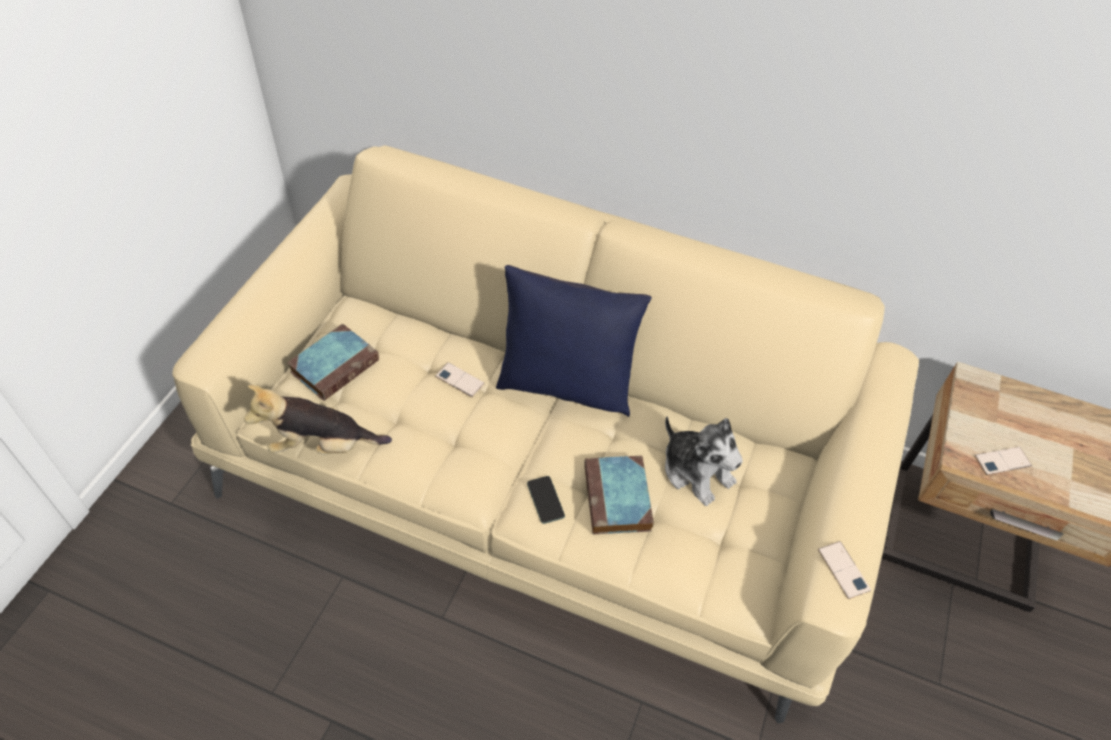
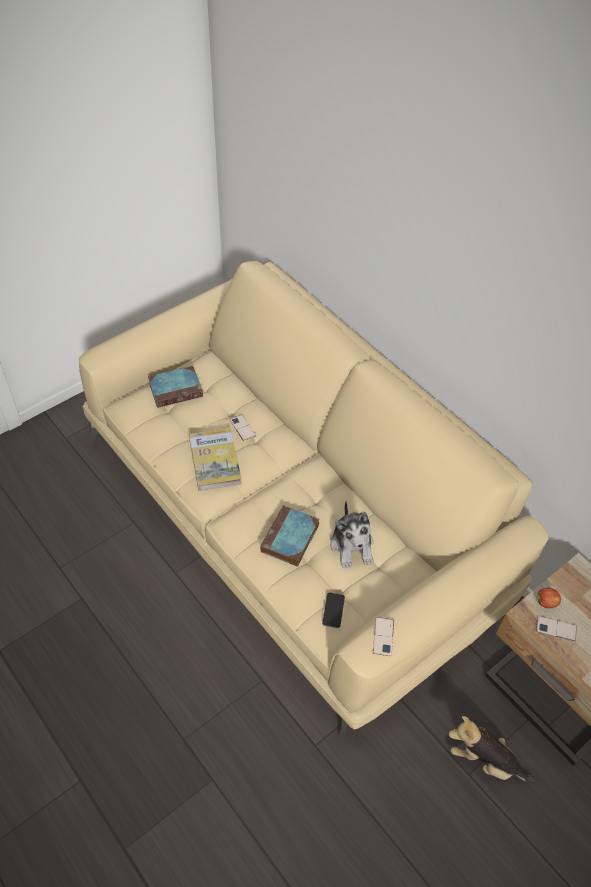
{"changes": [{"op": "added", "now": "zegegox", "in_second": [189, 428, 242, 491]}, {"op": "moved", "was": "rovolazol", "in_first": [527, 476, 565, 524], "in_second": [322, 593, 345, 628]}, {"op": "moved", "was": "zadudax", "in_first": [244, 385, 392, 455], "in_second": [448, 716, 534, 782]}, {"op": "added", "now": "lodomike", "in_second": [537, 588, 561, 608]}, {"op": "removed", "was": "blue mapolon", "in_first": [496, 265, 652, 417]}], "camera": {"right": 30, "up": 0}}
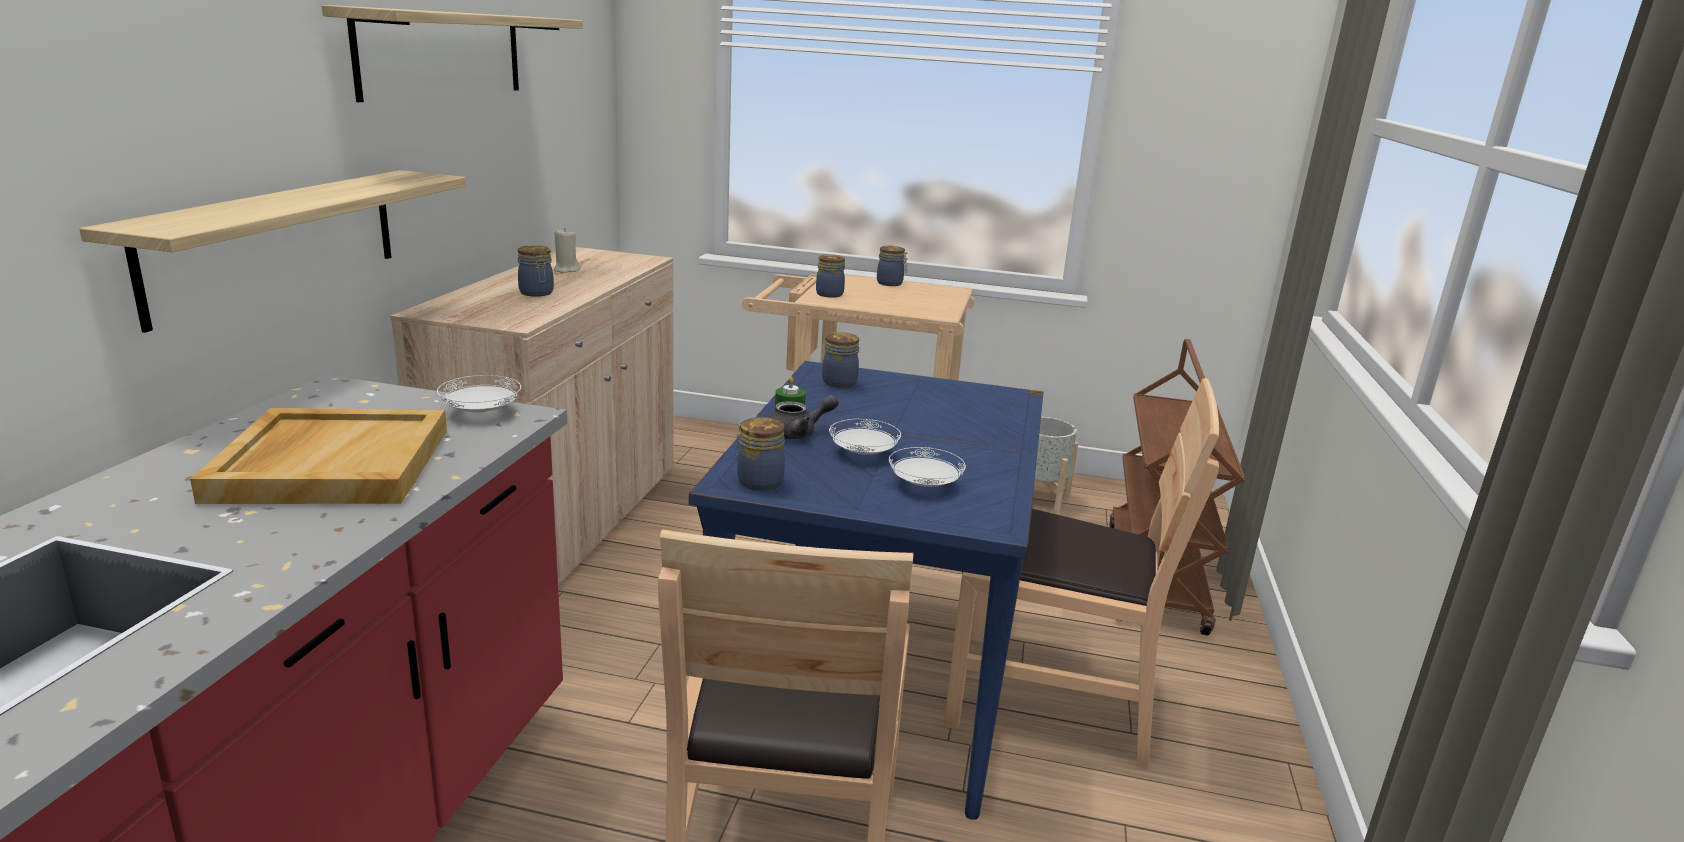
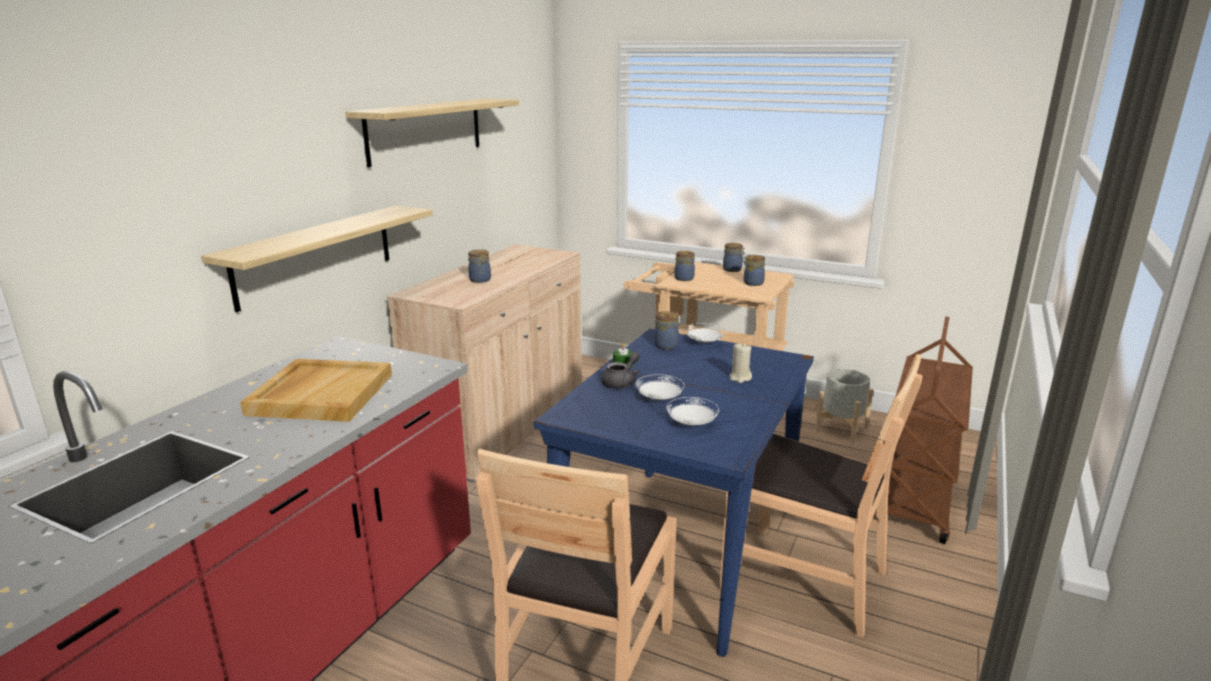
{"changes": [{"op": "turned", "was": "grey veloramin", "in_first": [769, 395, 839, 439], "in_second": [601, 352, 640, 389], "clockwise": -45}, {"op": "moved", "was": "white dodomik", "in_first": [437, 375, 521, 413], "in_second": [685, 323, 726, 343]}, {"op": "moved", "was": "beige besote", "in_first": [554, 228, 580, 273], "in_second": [730, 344, 752, 383]}, {"op": "moved", "was": "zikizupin", "in_first": [735, 417, 785, 491], "in_second": [743, 255, 765, 286]}], "camera": {"right": 15, "up": 0}}
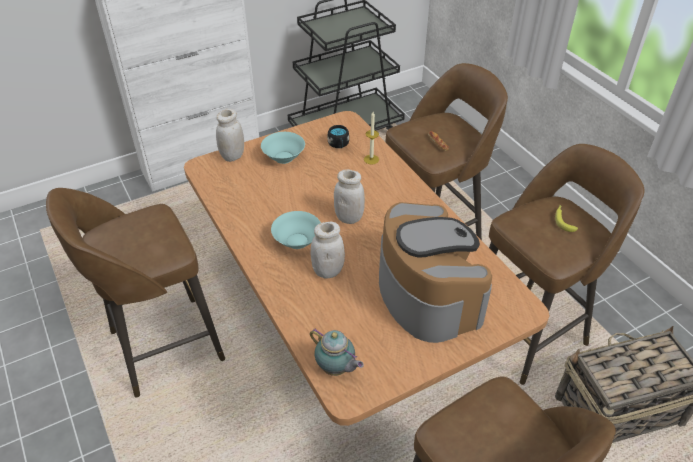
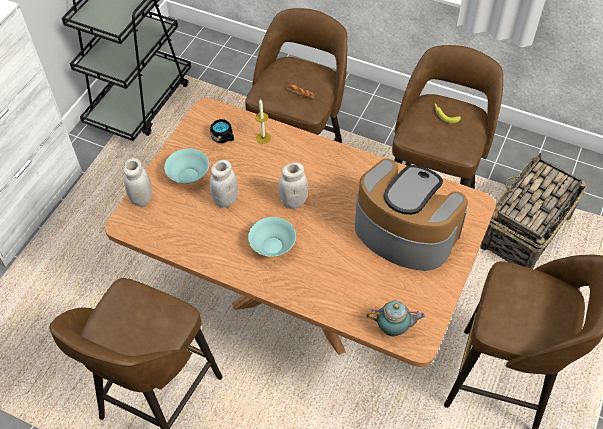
{"changes": [{"op": "moved", "was": "white zikizupin", "in_first": [310, 222, 345, 278], "in_second": [209, 160, 238, 208]}], "camera": {"right": -35, "up": 10}}
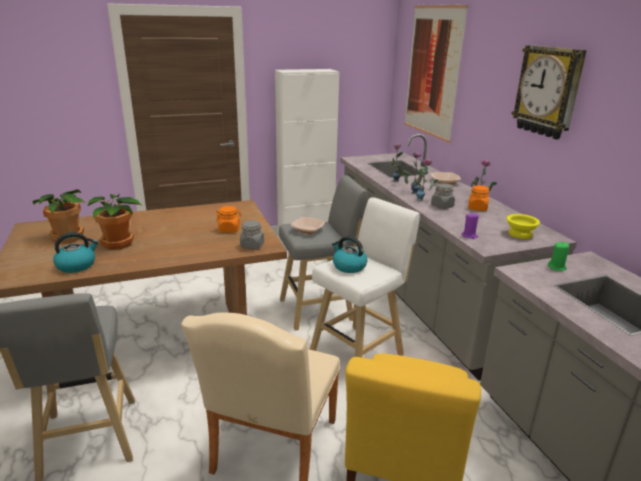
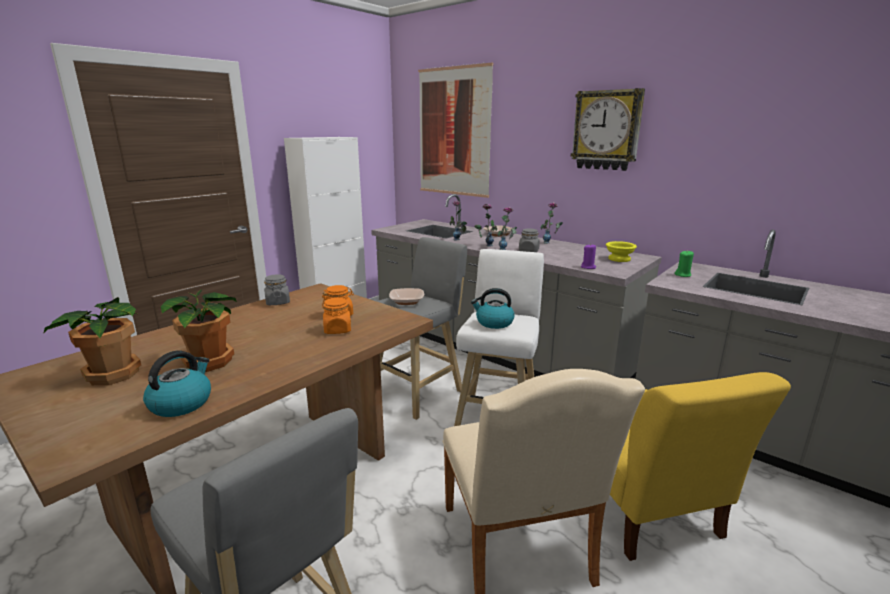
{"changes": [{"op": "moved", "was": "grey zikizupin", "in_first": [240, 220, 264, 249], "in_second": [264, 274, 290, 305]}, {"op": "moved", "was": "orange zikizupin", "in_first": [468, 185, 489, 211], "in_second": [323, 297, 351, 334]}], "camera": {"right": -30, "up": -5}}
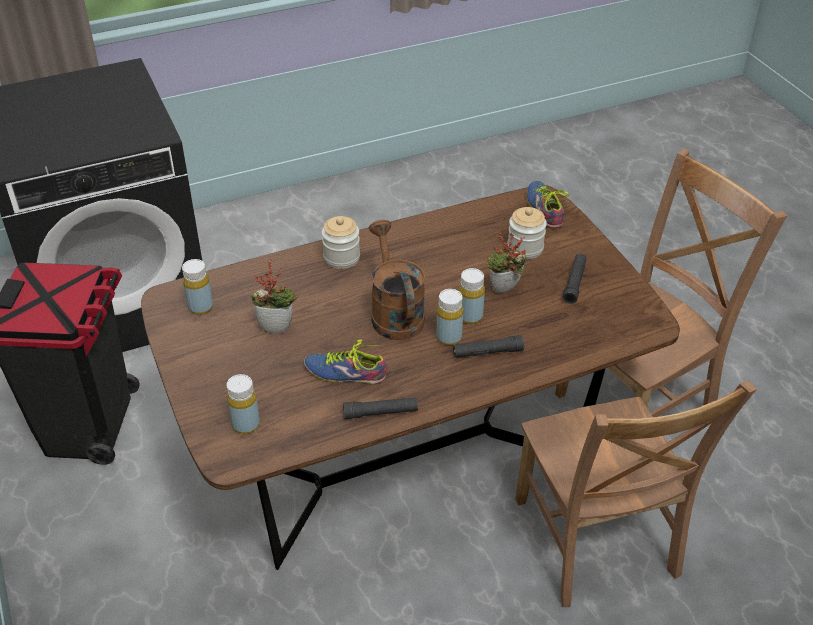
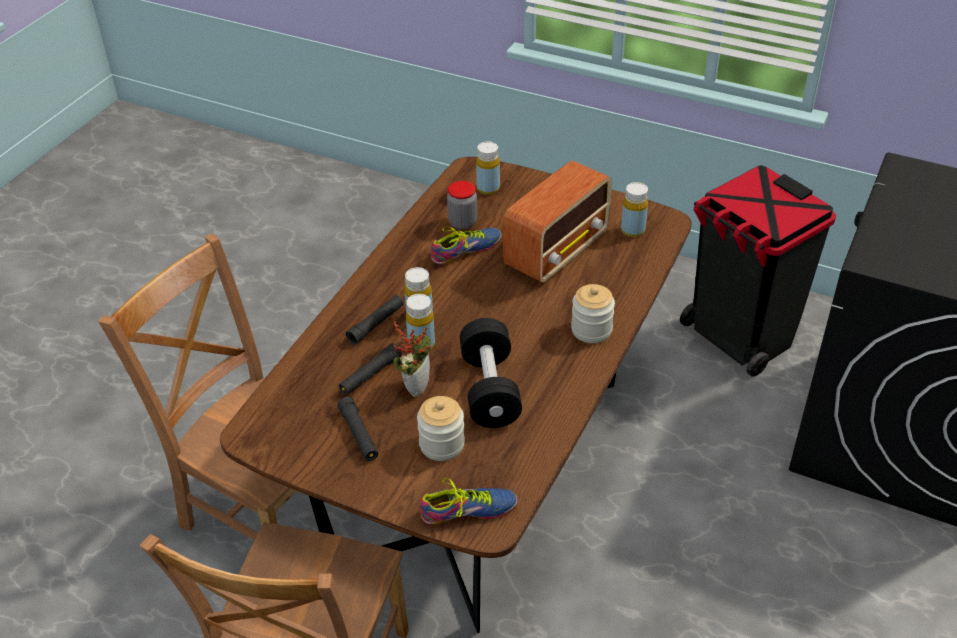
{"changes": [{"op": "moved", "was": "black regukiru", "in_first": [343, 398, 418, 419], "in_second": [339, 343, 402, 395]}, {"op": "turned", "was": "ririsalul", "in_first": [527, 181, 569, 228], "in_second": [419, 478, 518, 525], "clockwise": -45}, {"op": "added", "now": "zikizupin", "in_second": [447, 181, 477, 229]}, {"op": "added", "now": "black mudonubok", "in_second": [460, 318, 522, 428]}, {"op": "replaced", "was": "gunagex", "now": "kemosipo", "in_first": [251, 259, 297, 334], "in_second": [503, 161, 612, 283]}, {"op": "removed", "was": "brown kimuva", "in_first": [369, 220, 425, 340]}], "camera": {"right": 140, "up": 0}}
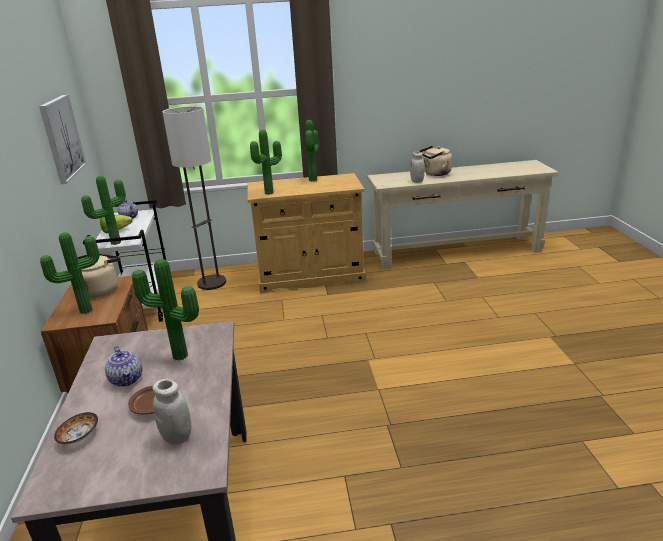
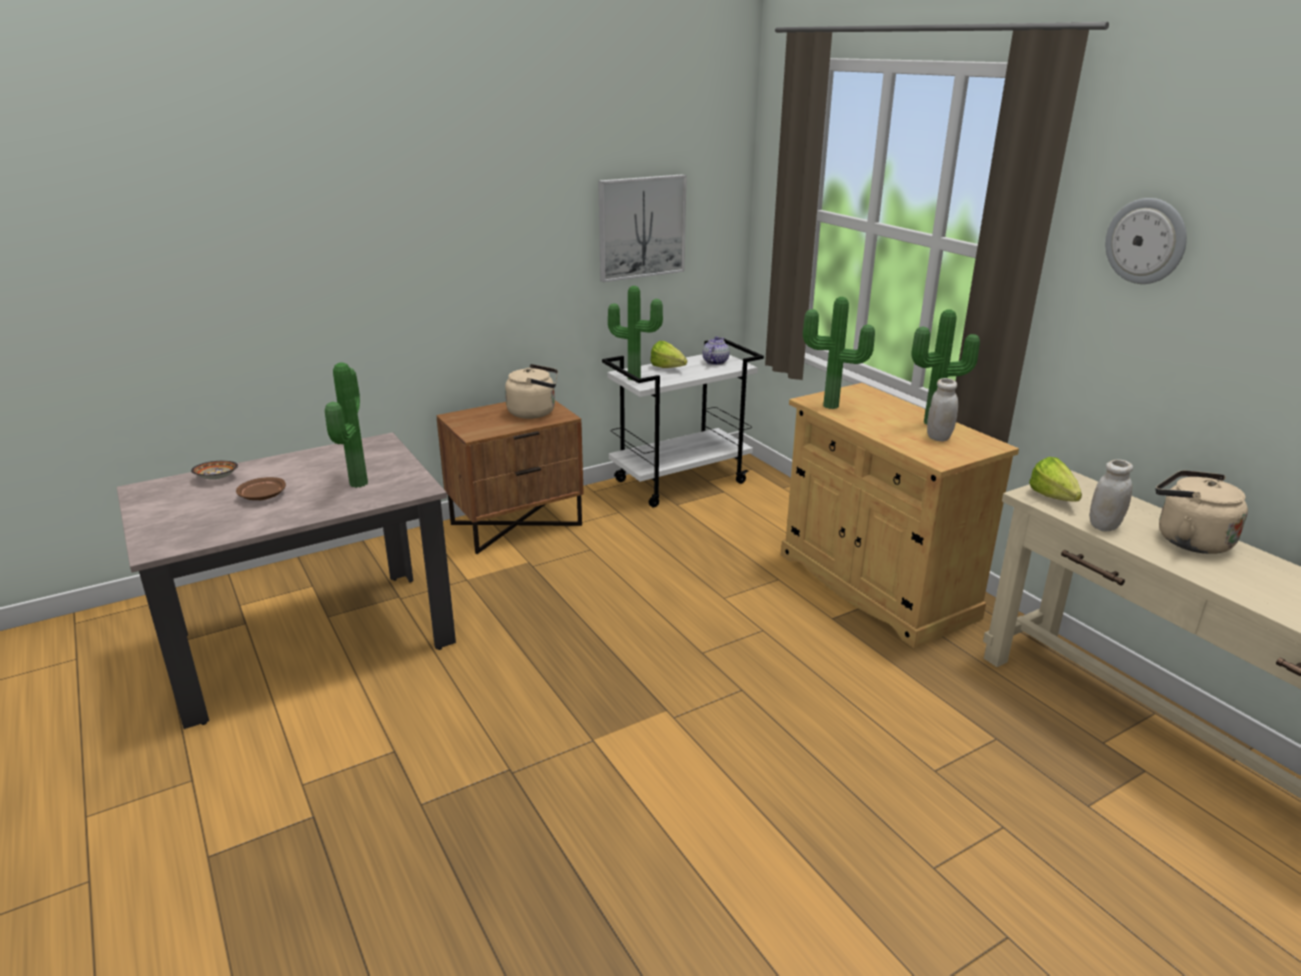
{"changes": [{"op": "moved", "was": "white zikizupin", "in_first": [152, 379, 192, 445], "in_second": [927, 378, 958, 442]}, {"op": "added", "now": "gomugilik", "in_second": [1029, 457, 1082, 502]}, {"op": "added", "now": "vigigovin", "in_second": [1105, 198, 1187, 284]}, {"op": "removed", "was": "gunagex", "in_first": [40, 232, 100, 314]}, {"op": "removed", "was": "veloramin", "in_first": [105, 346, 142, 387]}, {"op": "removed", "was": "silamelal", "in_first": [162, 106, 226, 290]}], "camera": {"right": 65, "up": 0}}
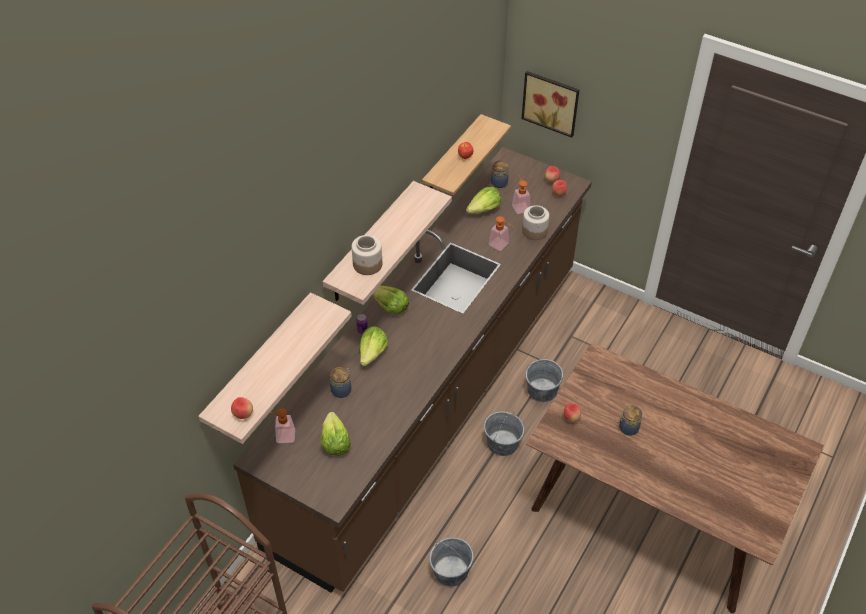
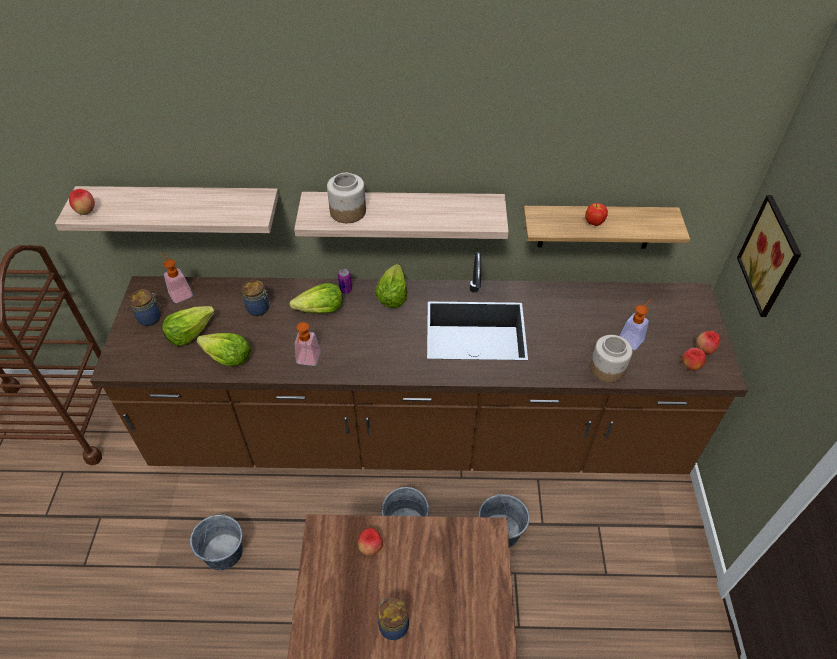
{"changes": [{"op": "moved", "was": "zikizupin", "in_first": [491, 160, 509, 188], "in_second": [129, 289, 161, 326]}, {"op": "moved", "was": "gomugilik", "in_first": [466, 187, 501, 214], "in_second": [197, 333, 251, 366]}, {"op": "moved", "was": "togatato", "in_first": [489, 216, 513, 251], "in_second": [295, 322, 321, 366]}], "camera": {"right": 60, "up": 0}}
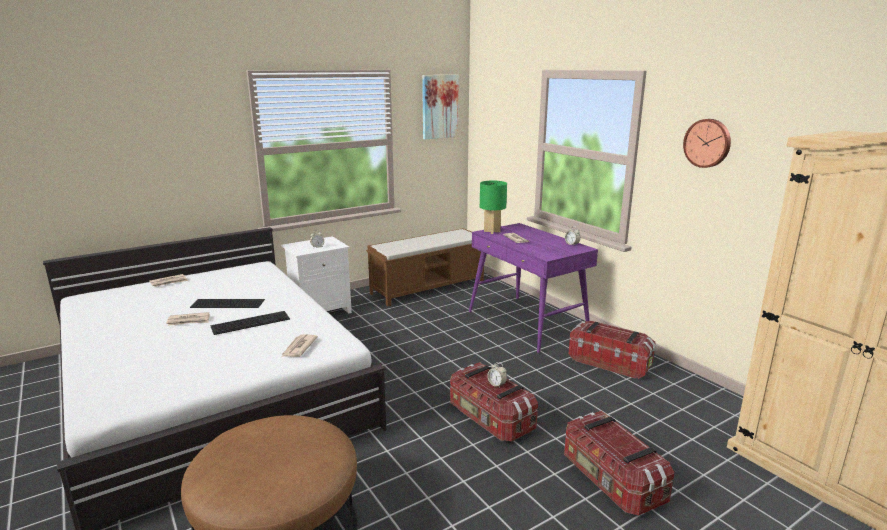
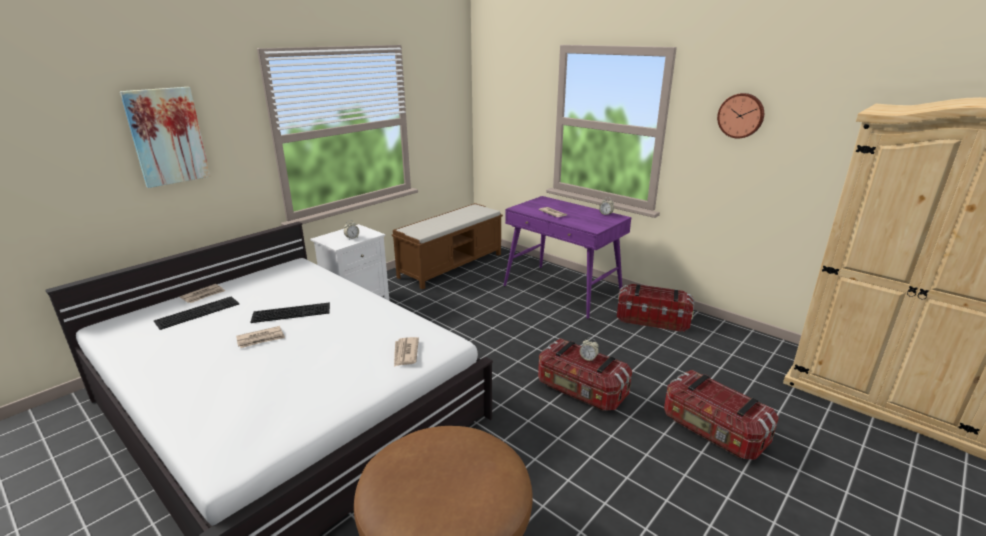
{"changes": [{"op": "moved", "was": "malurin", "in_first": [422, 75, 459, 139], "in_second": [120, 87, 210, 188]}, {"op": "moved", "was": "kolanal", "in_first": [210, 311, 290, 335], "in_second": [154, 296, 239, 330]}, {"op": "removed", "was": "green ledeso", "in_first": [480, 180, 507, 234]}], "camera": {"right": -15, "up": 5}}
